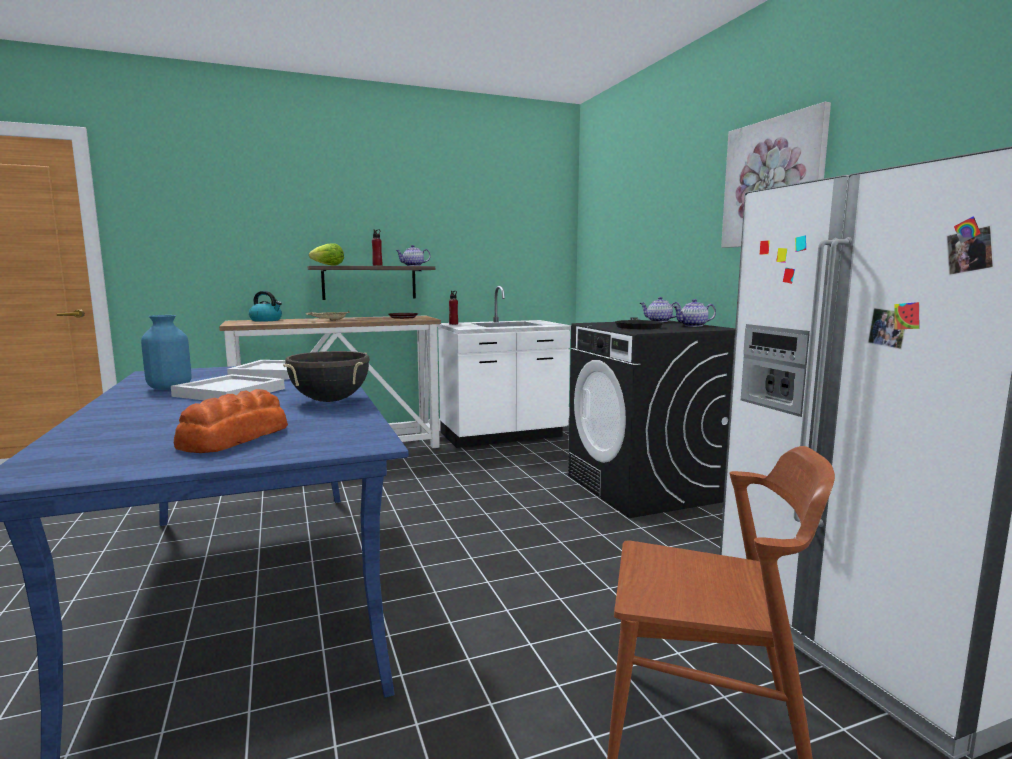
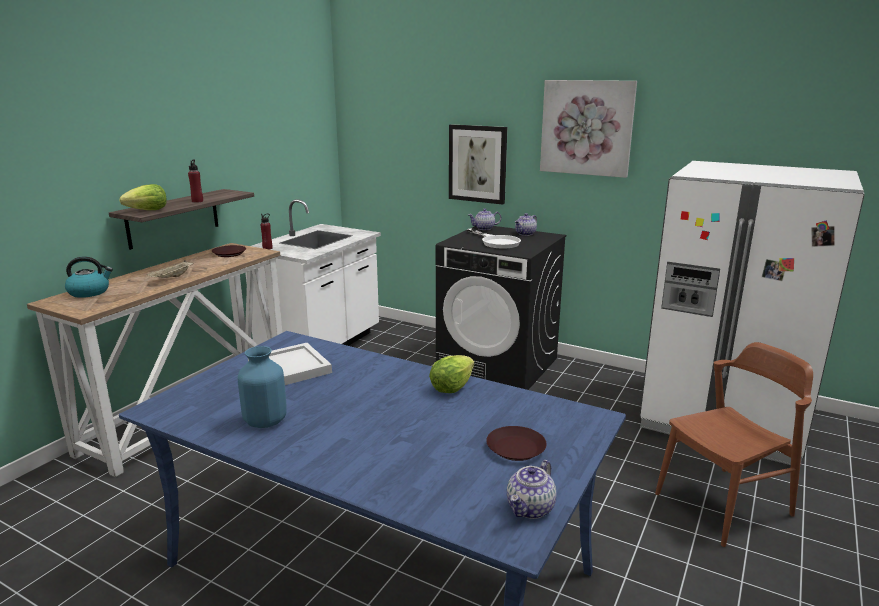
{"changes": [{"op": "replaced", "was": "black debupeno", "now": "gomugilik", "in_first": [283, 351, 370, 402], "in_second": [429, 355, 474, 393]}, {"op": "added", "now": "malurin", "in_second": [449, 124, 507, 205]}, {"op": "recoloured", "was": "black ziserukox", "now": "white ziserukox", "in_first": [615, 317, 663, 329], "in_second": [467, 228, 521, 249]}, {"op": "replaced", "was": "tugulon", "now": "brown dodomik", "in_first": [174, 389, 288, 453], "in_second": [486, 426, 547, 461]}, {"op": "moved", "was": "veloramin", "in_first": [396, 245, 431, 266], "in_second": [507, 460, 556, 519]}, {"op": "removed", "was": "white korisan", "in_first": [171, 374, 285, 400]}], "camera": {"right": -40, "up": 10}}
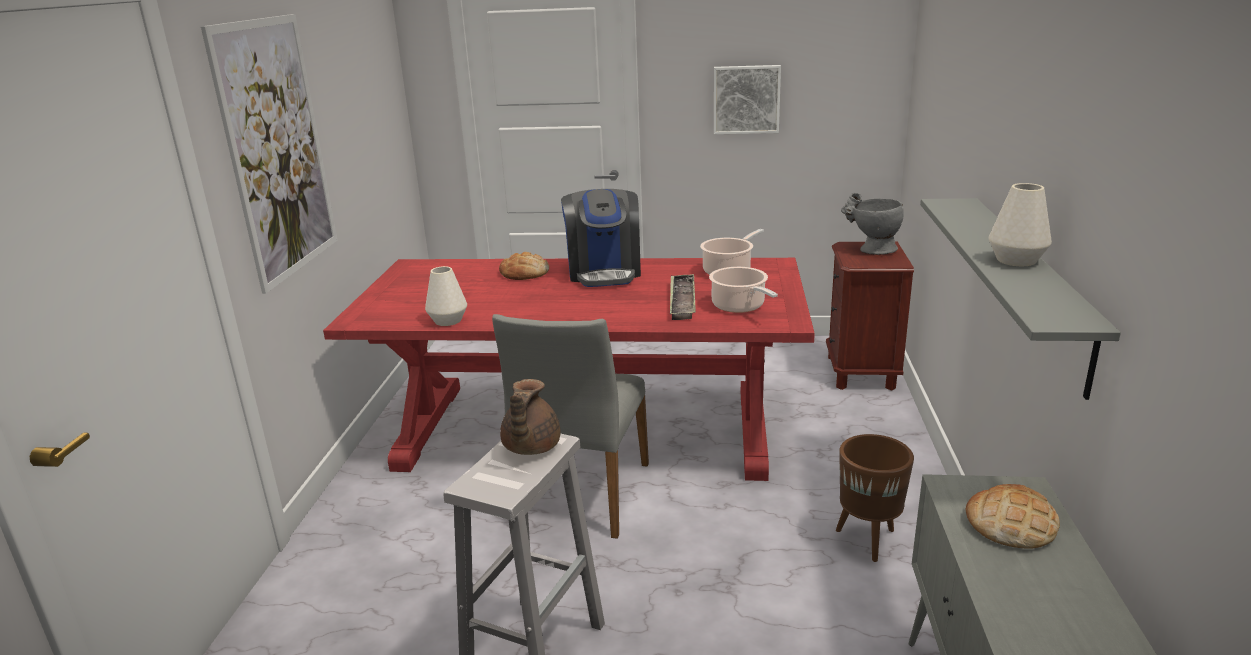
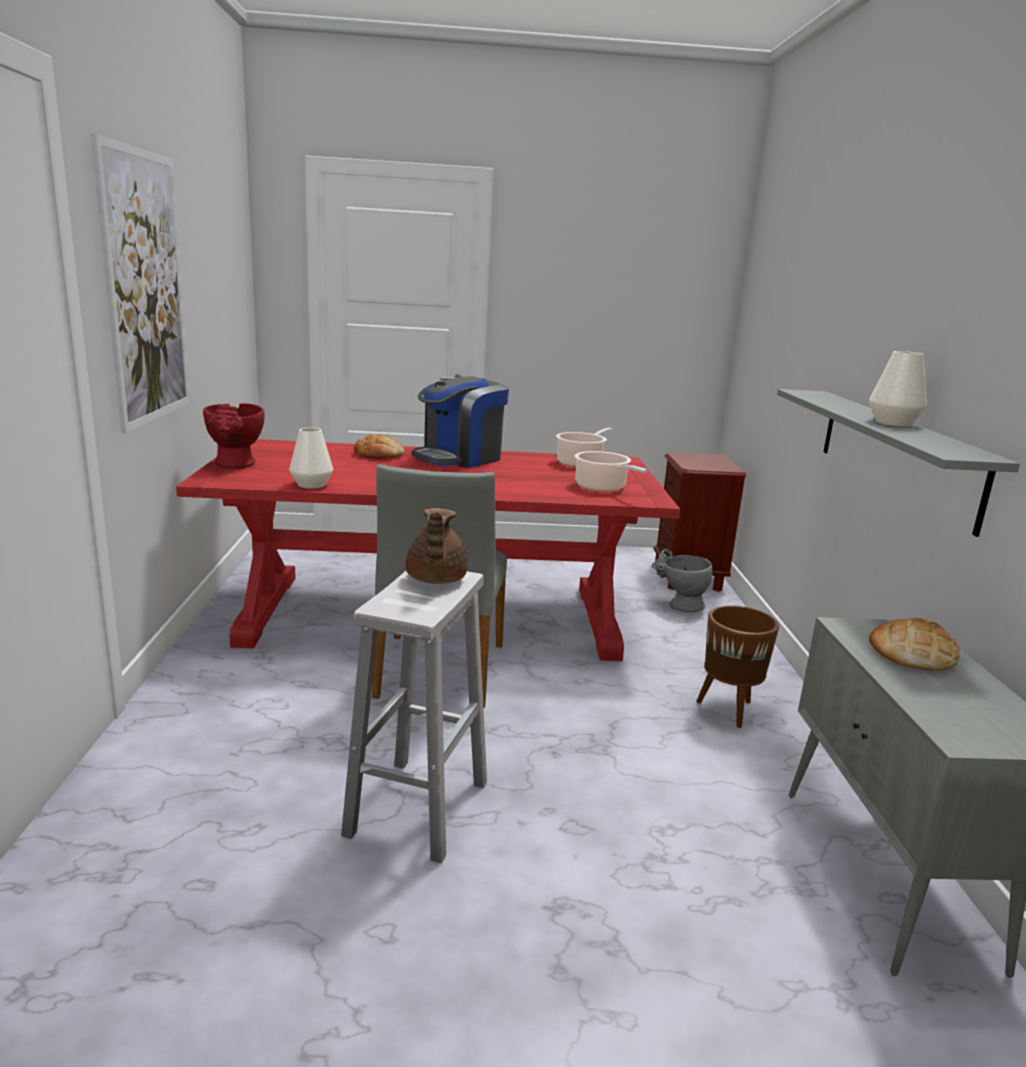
{"changes": [{"op": "added", "now": "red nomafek", "in_second": [203, 403, 265, 468]}, {"op": "turned", "was": "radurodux", "in_first": [561, 189, 641, 287], "in_second": [411, 376, 509, 468], "clockwise": 60}, {"op": "moved", "was": "grey nomafek", "in_first": [841, 193, 904, 255], "in_second": [652, 549, 713, 612]}, {"op": "removed", "was": "korisan", "in_first": [670, 274, 696, 320]}, {"op": "removed", "was": "malurin", "in_first": [714, 65, 781, 134]}], "camera": {"right": -10, "up": -5}}
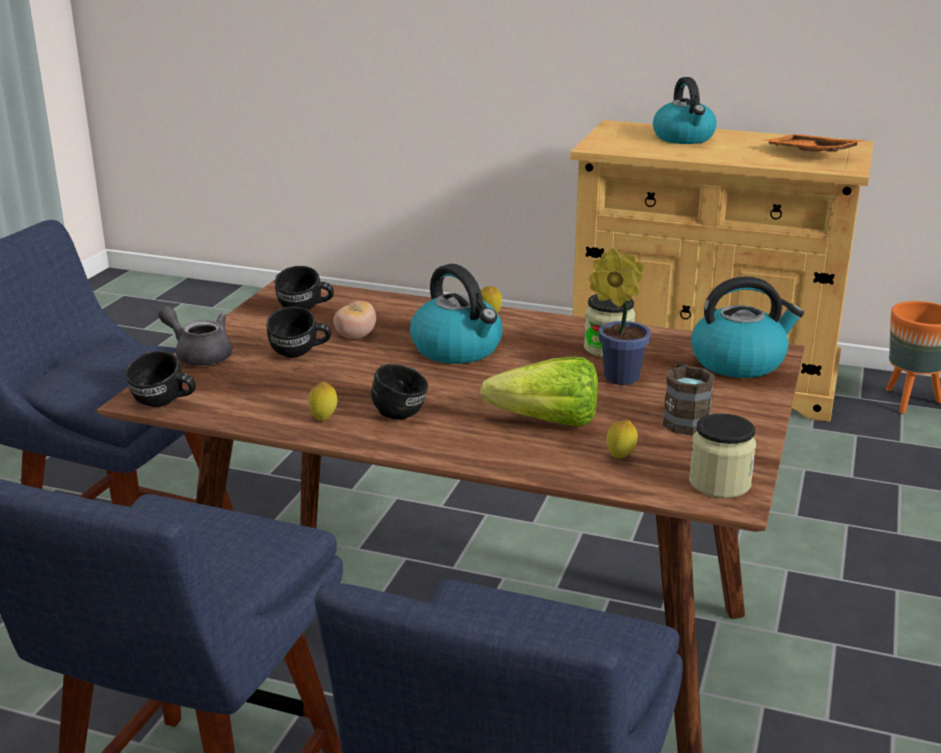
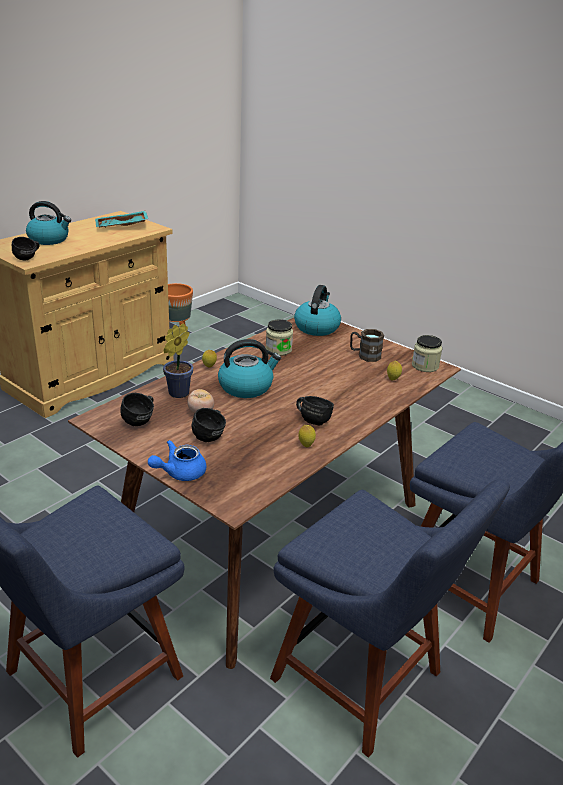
{"changes": [{"op": "moved", "was": "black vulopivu", "in_first": [125, 351, 196, 407], "in_second": [12, 237, 39, 261]}, {"op": "recoloured", "was": "orange korisan", "now": "turquoise korisan", "in_first": [763, 134, 866, 152], "in_second": [95, 211, 148, 228]}, {"op": "recoloured", "was": "grey veloramin", "now": "blue veloramin", "in_first": [158, 306, 232, 366], "in_second": [148, 440, 206, 481]}, {"op": "moved", "was": "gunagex", "in_first": [588, 248, 651, 385], "in_second": [163, 323, 193, 398]}, {"op": "removed", "was": "gomugilik", "in_first": [480, 357, 598, 427]}], "camera": {"right": -70, "up": 5}}
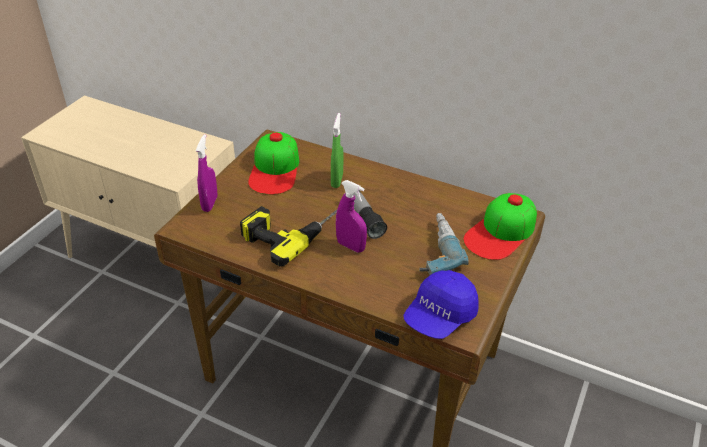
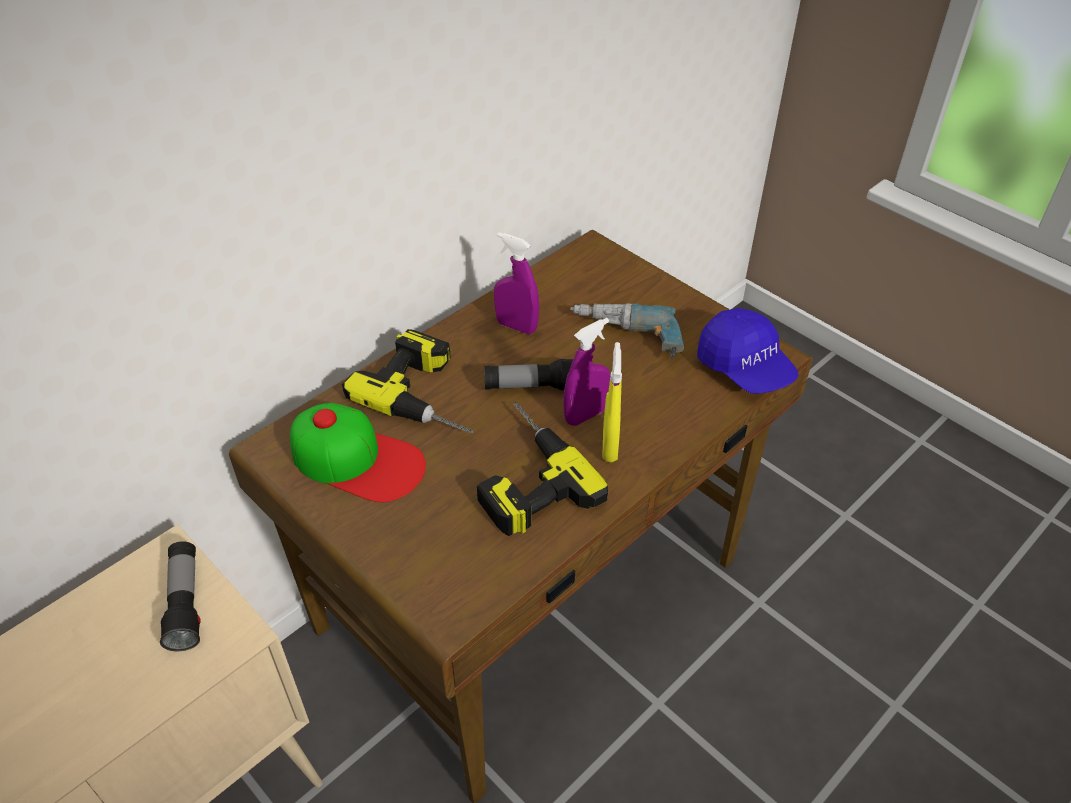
{"changes": [{"op": "added", "now": "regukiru", "in_second": [160, 541, 201, 651]}, {"op": "replaced", "was": "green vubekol", "now": "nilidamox", "in_first": [331, 113, 343, 188], "in_second": [342, 329, 473, 433]}, {"op": "moved", "was": "purple vubekol", "in_first": [196, 134, 218, 212], "in_second": [494, 232, 539, 334]}, {"op": "added", "now": "yellow vubekol", "in_second": [602, 342, 622, 462]}, {"op": "removed", "was": "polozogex", "in_first": [463, 193, 537, 260]}], "camera": {"right": -70, "up": 5}}
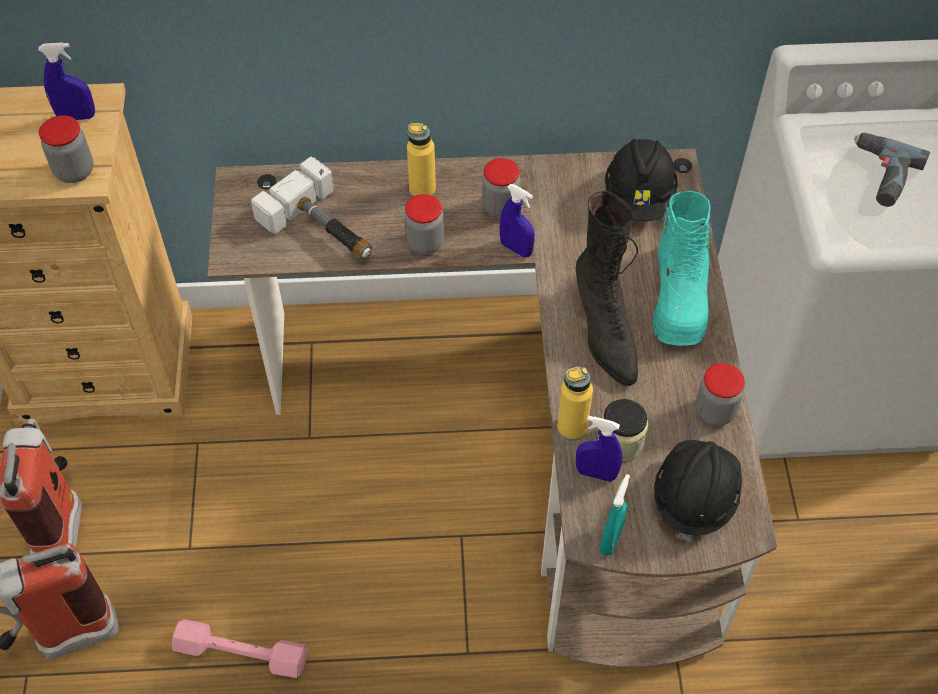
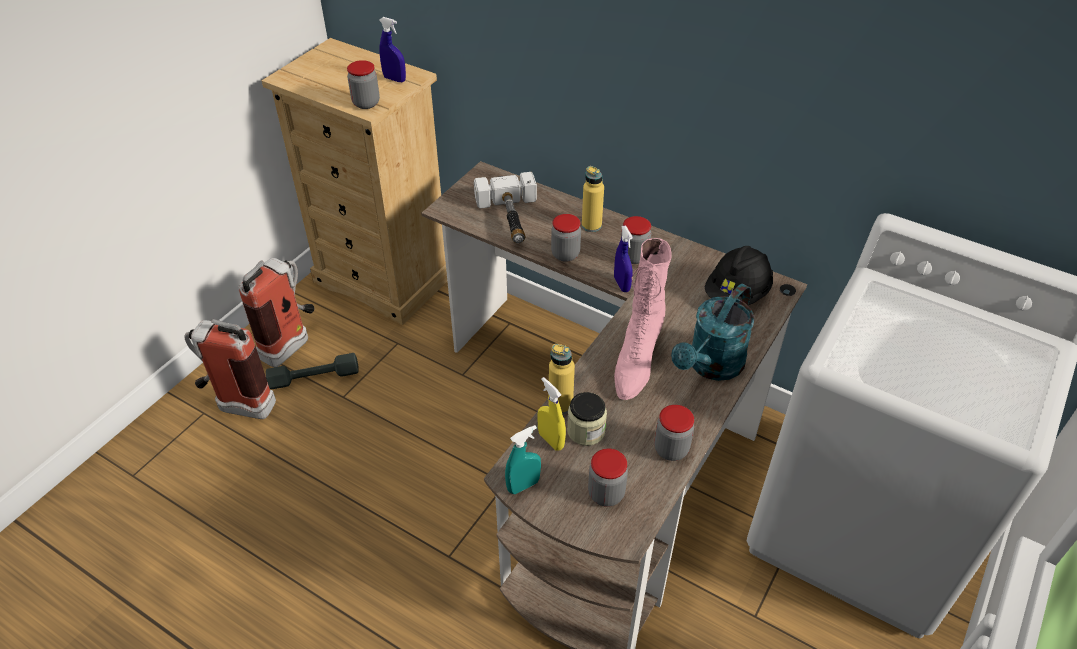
{"changes": [{"op": "added", "now": "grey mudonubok", "in_second": [266, 353, 359, 389]}, {"op": "recoloured", "was": "blue vubekol", "now": "yellow vubekol", "in_first": [576, 416, 623, 482], "in_second": [537, 377, 566, 451]}, {"op": "replaced", "was": "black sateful", "now": "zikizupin", "in_first": [654, 440, 742, 543], "in_second": [588, 448, 628, 507]}, {"op": "recoloured", "was": "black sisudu", "now": "pink sisudu", "in_first": [576, 191, 638, 386], "in_second": [614, 238, 672, 400]}, {"op": "replaced", "was": "turquoise sisudu", "now": "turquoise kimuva", "in_first": [652, 191, 712, 346], "in_second": [671, 284, 755, 381]}, {"op": "removed", "was": "pink mudonubok", "in_first": [172, 619, 307, 678]}, {"op": "removed", "was": "nilidamox", "in_first": [854, 132, 930, 207]}], "camera": {"right": 35, "up": -10}}
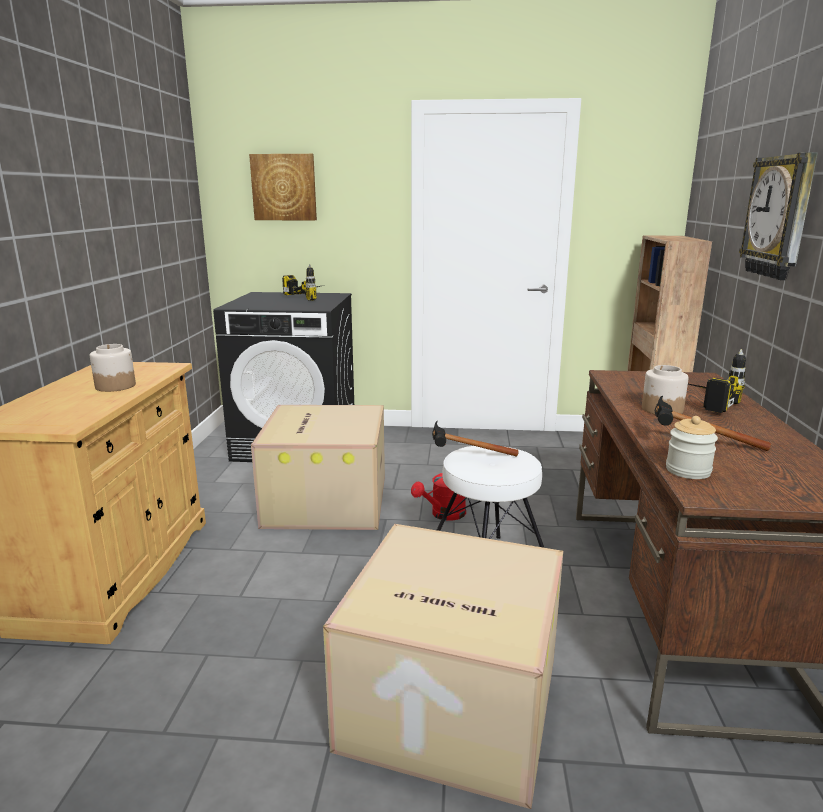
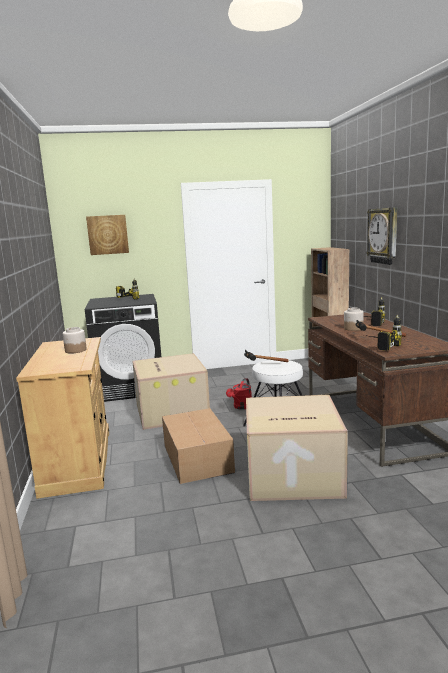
{"changes": [{"op": "added", "now": "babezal", "in_second": [162, 408, 235, 484]}, {"op": "replaced", "was": "zikizupin", "now": "nilidamox", "in_first": [666, 416, 718, 479], "in_second": [364, 315, 402, 351]}], "camera": {"right": -15, "up": -5}}
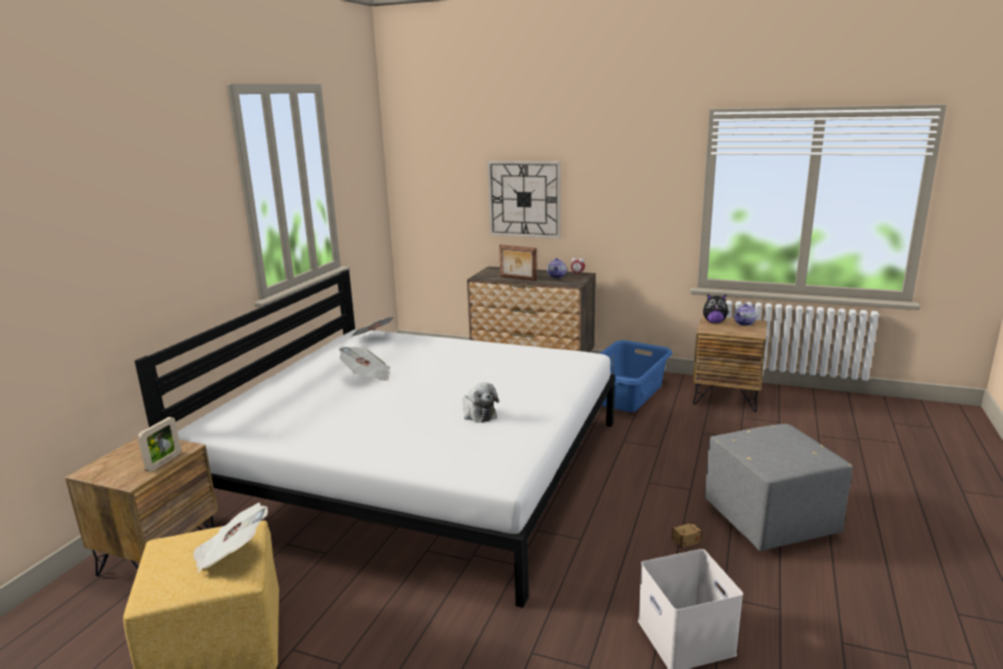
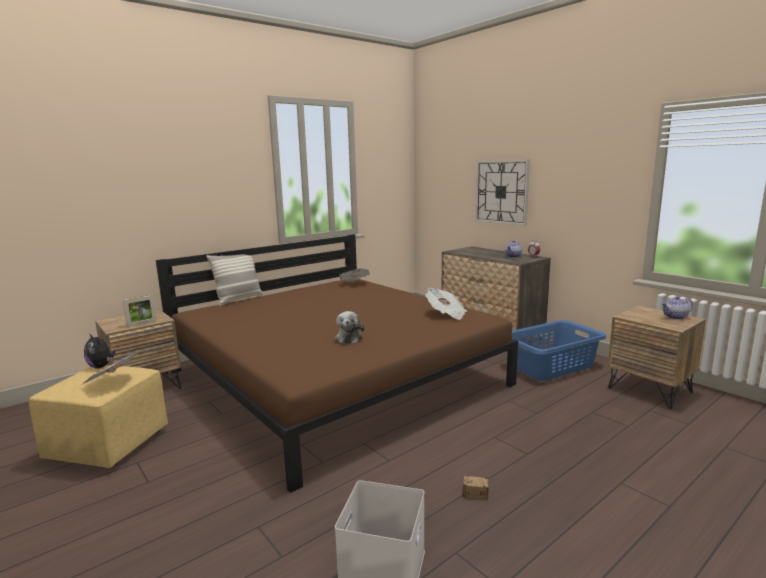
{"changes": [{"op": "moved", "was": "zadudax", "in_first": [703, 294, 729, 323], "in_second": [84, 333, 115, 369]}, {"op": "recoloured", "was": "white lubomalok", "now": "brown lubomalok", "in_first": [135, 270, 615, 608], "in_second": [156, 234, 518, 493]}, {"op": "added", "now": "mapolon", "in_second": [206, 255, 263, 306]}, {"op": "moved", "was": "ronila", "in_first": [339, 347, 390, 381], "in_second": [426, 288, 467, 320]}, {"op": "removed", "was": "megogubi", "in_first": [499, 245, 537, 281]}, {"op": "removed", "was": "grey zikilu", "in_first": [705, 424, 853, 551]}], "camera": {"right": 30, "up": -5}}
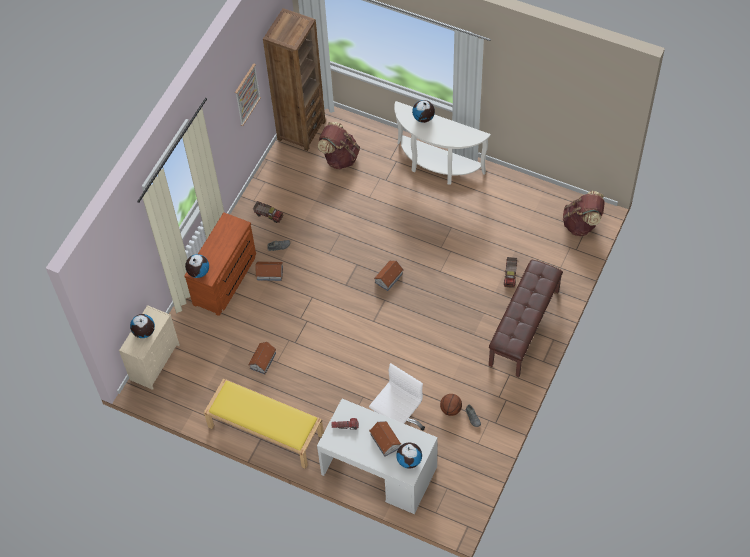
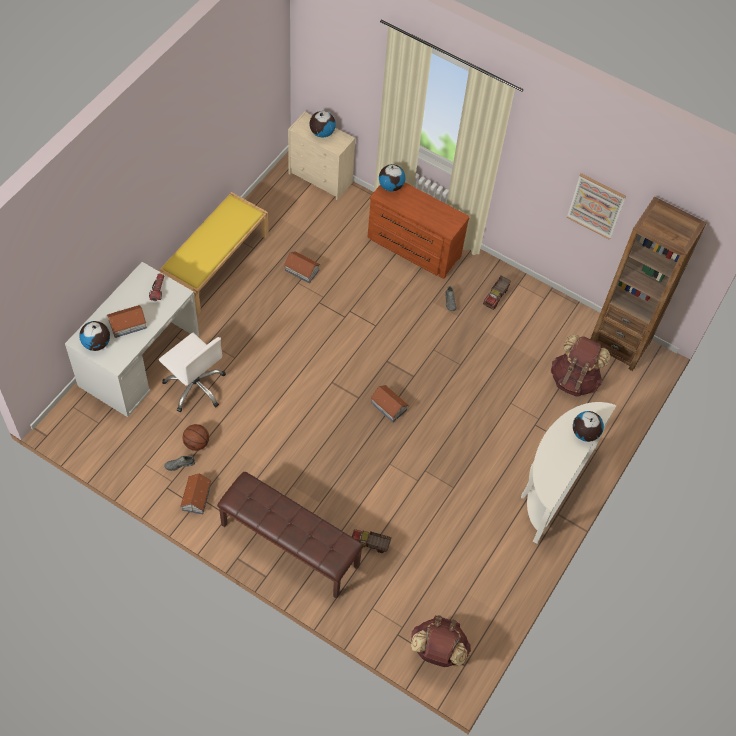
{"changes": [{"op": "moved", "was": "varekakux", "in_first": [255, 261, 283, 281], "in_second": [180, 474, 211, 514]}], "camera": {"right": 90, "up": 0}}
